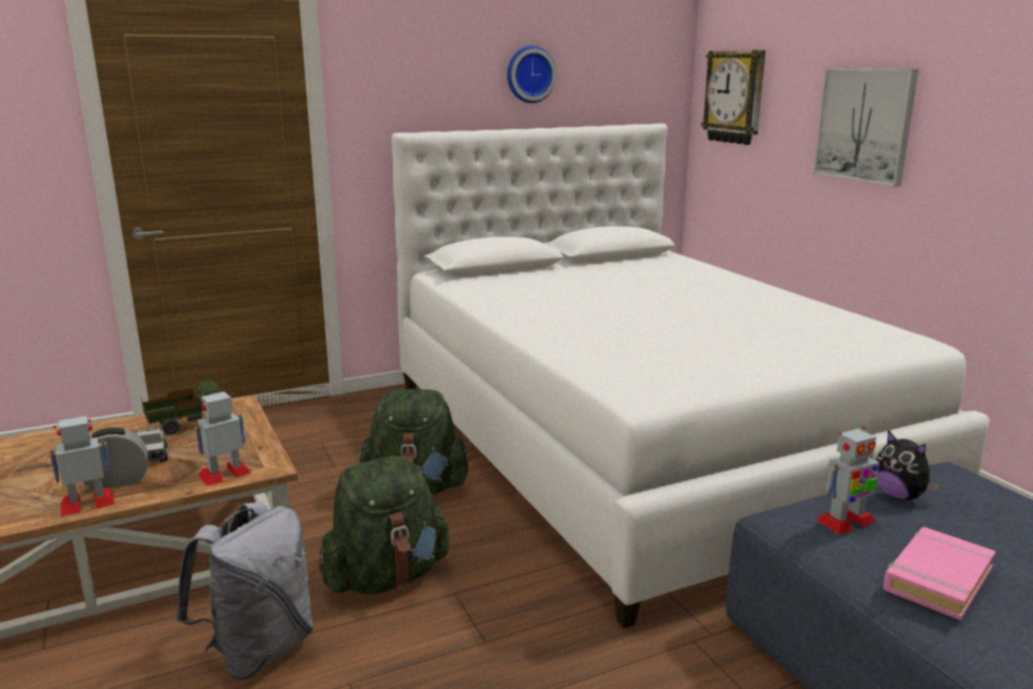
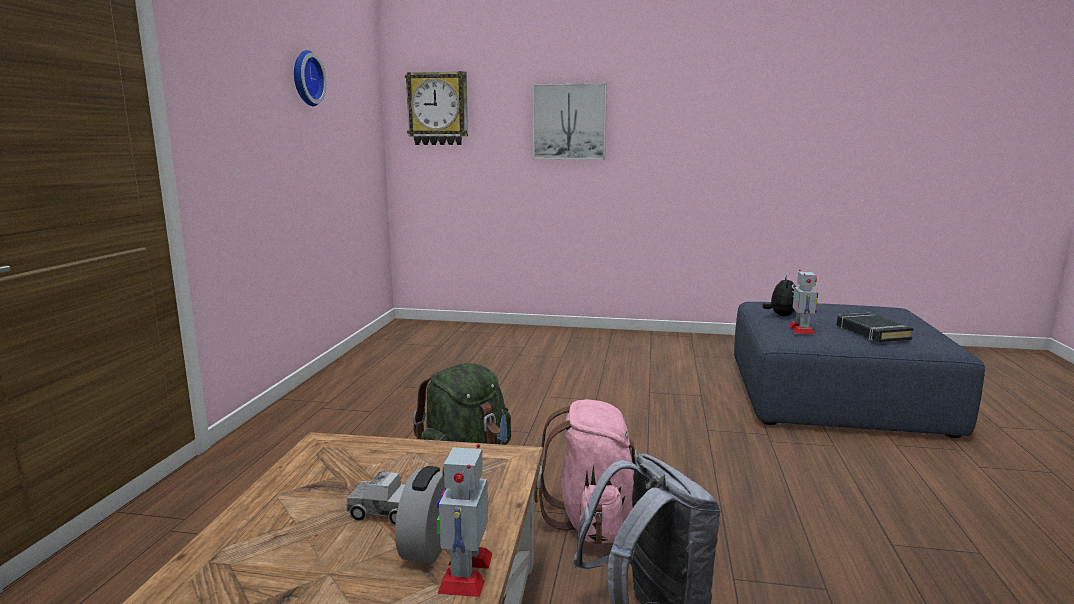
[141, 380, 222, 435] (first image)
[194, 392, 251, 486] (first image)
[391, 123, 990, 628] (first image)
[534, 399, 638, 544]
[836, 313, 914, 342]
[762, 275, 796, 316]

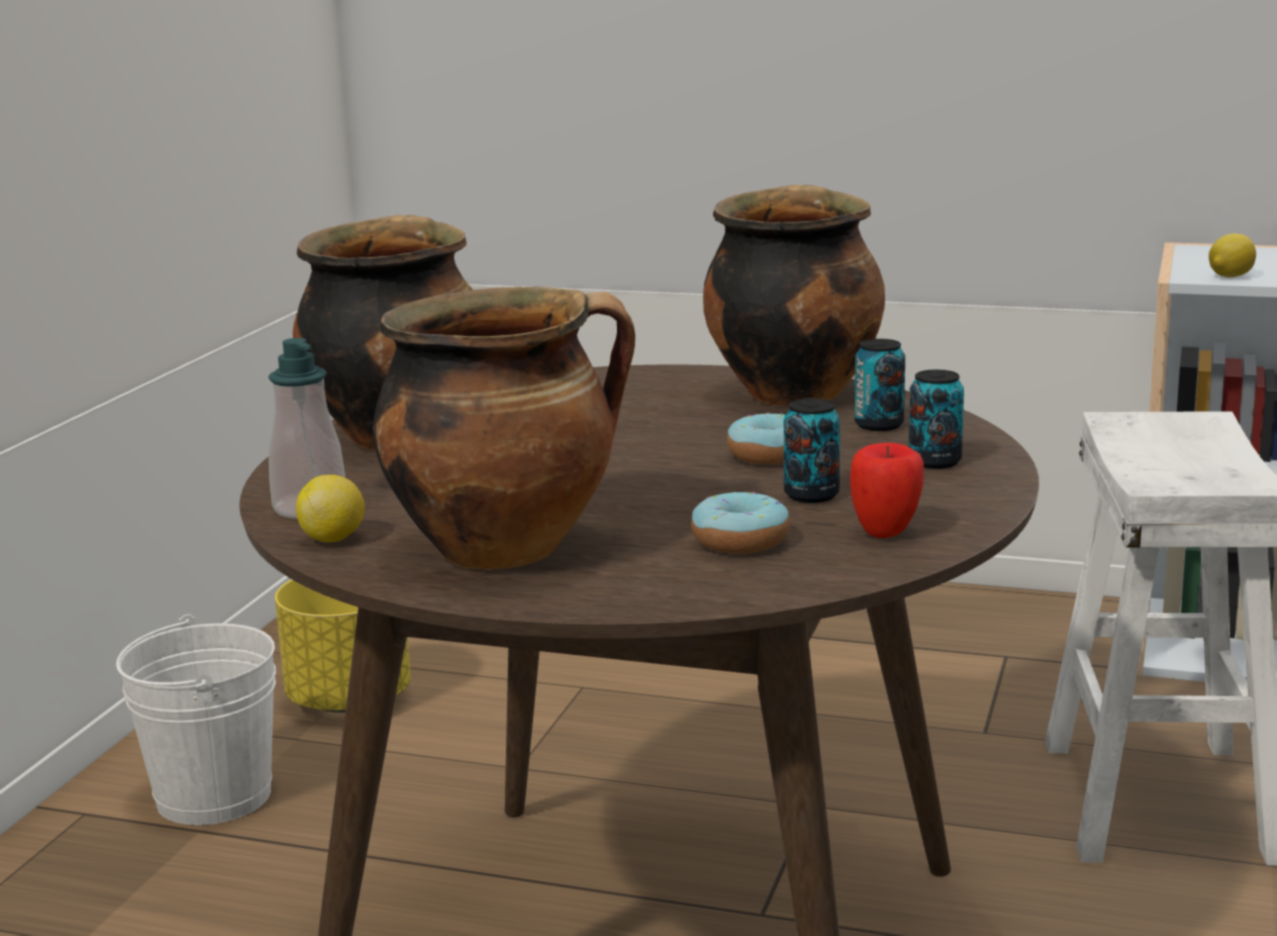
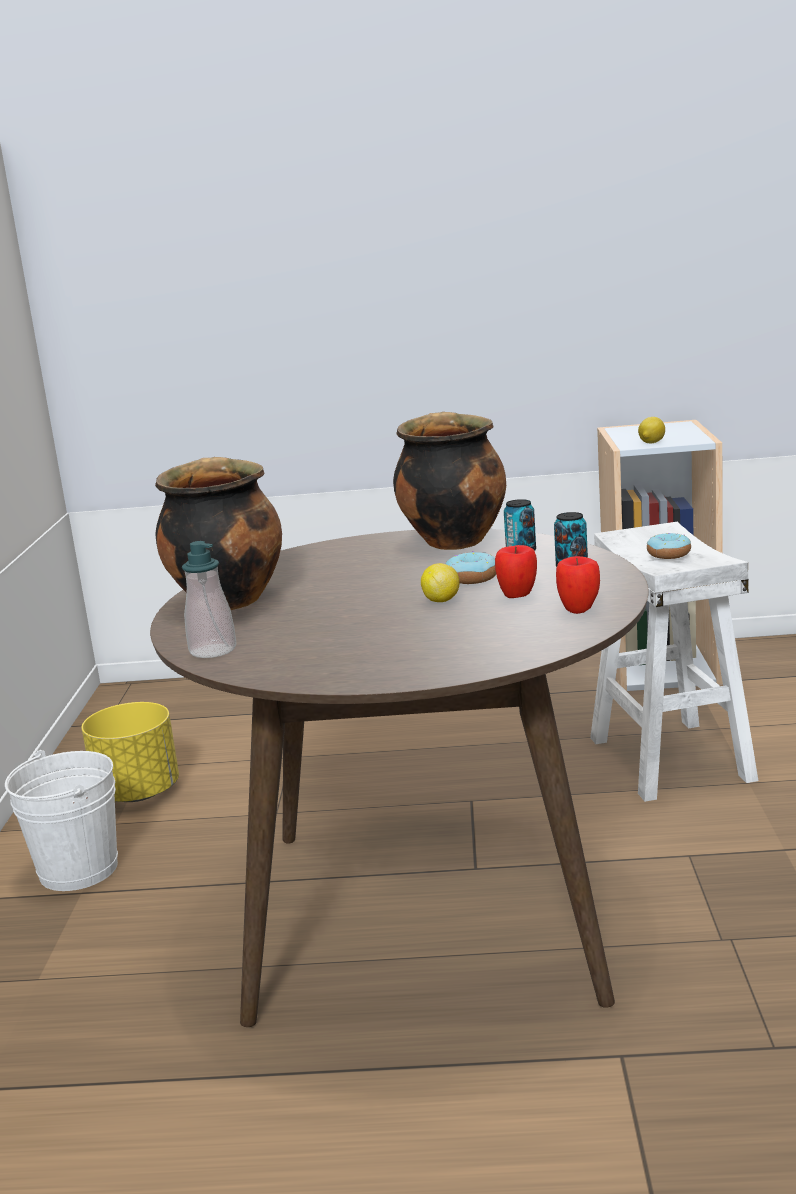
[373, 287, 635, 569] (first image)
[421, 563, 459, 602]
[647, 533, 691, 559]
[495, 545, 537, 598]

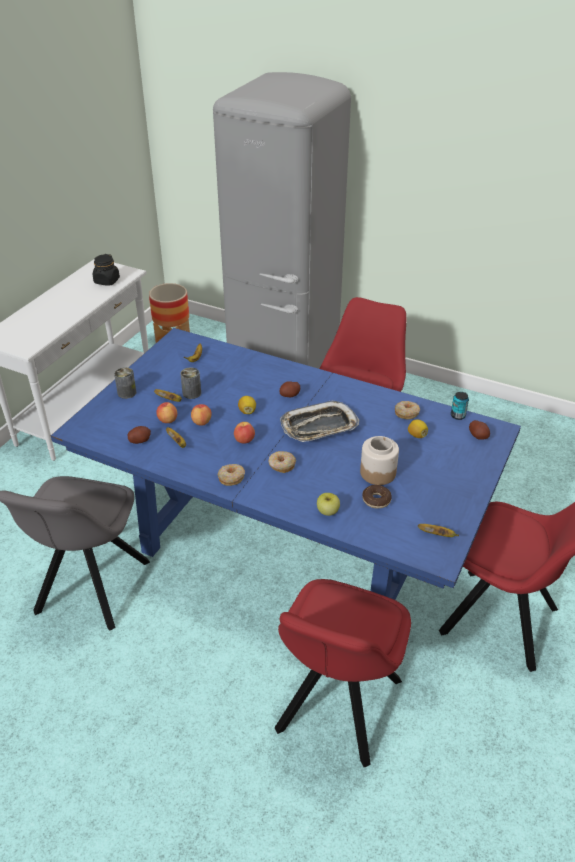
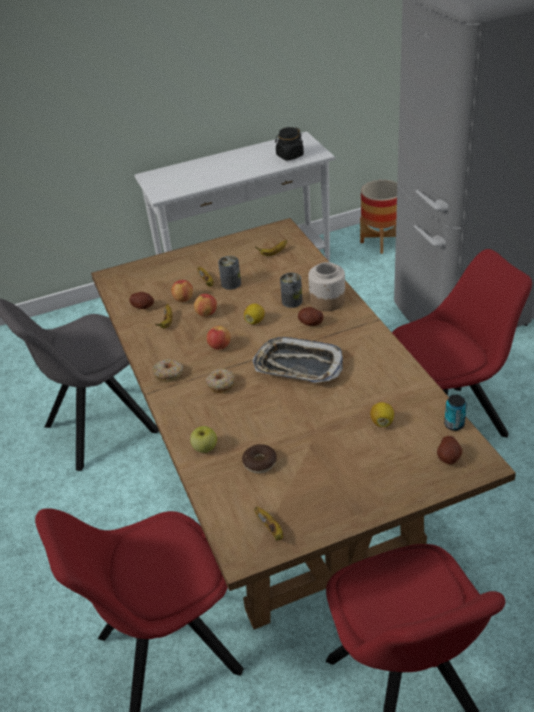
[395, 401, 420, 419] (first image)
[280, 273, 303, 308]
[308, 262, 345, 311]
[91, 218, 516, 630]

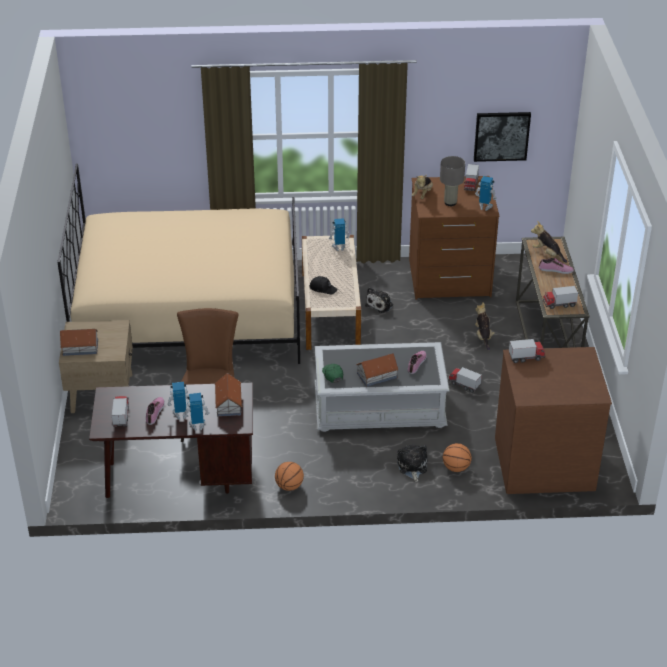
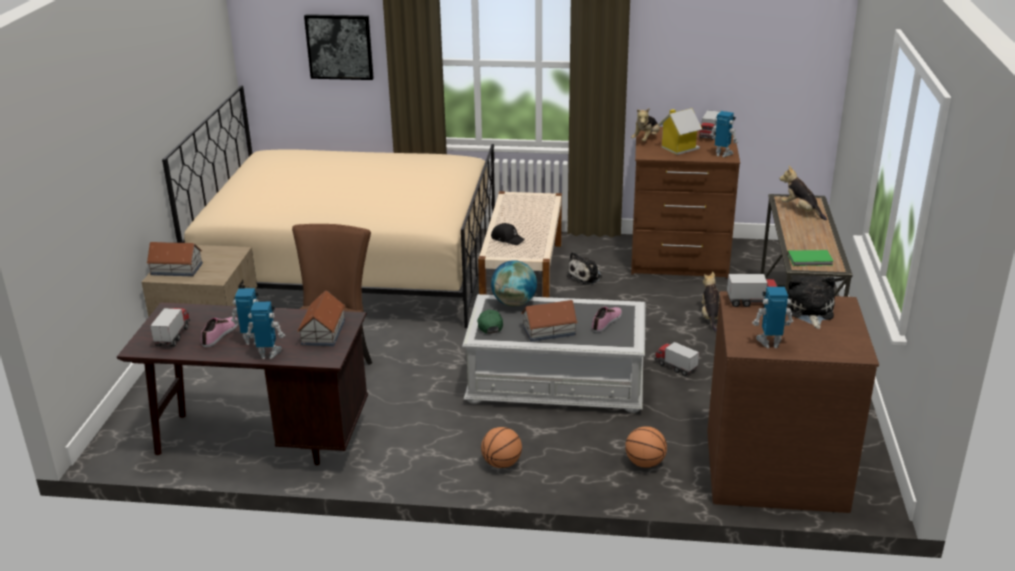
[539, 258, 574, 274] (first image)
[491, 260, 537, 307]
[481, 427, 522, 468]
[752, 287, 794, 348]
[787, 275, 835, 329]
[304, 14, 374, 80]
[658, 108, 702, 155]
[787, 250, 833, 266]

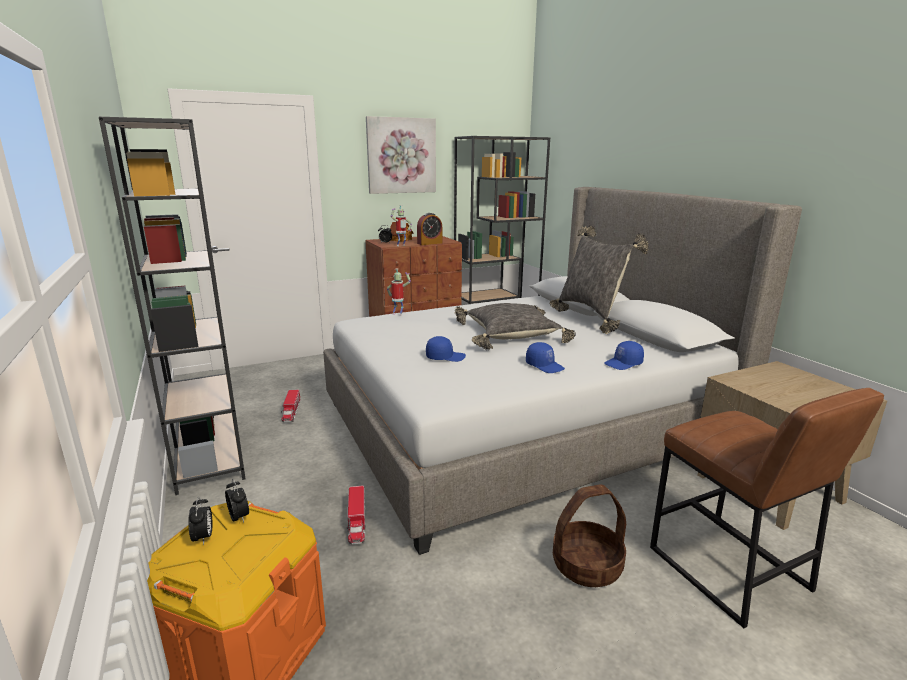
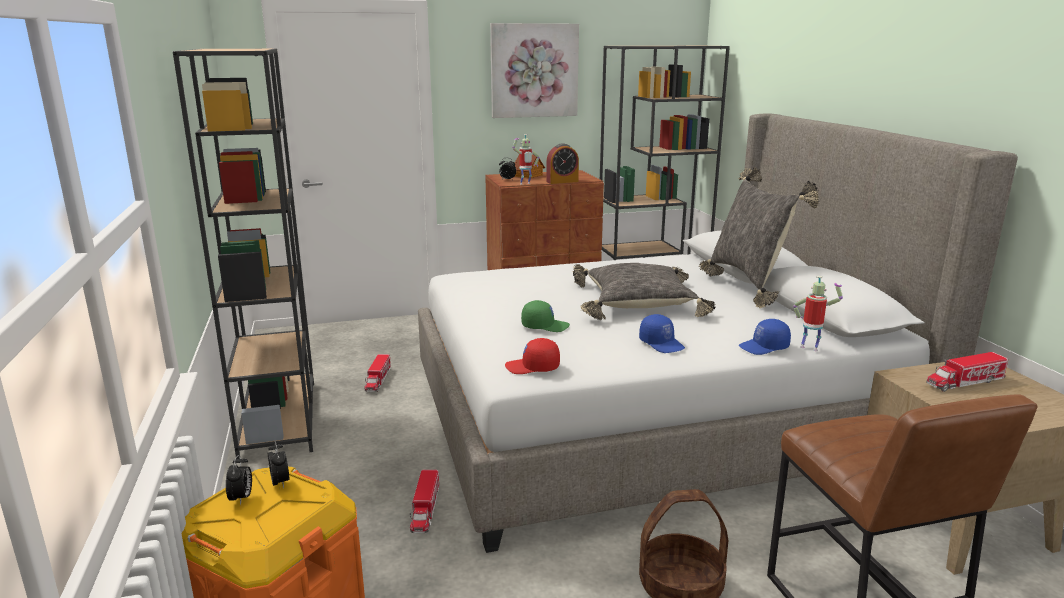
[505, 338, 560, 374]
[926, 352, 1008, 392]
[793, 276, 843, 351]
[521, 300, 570, 332]

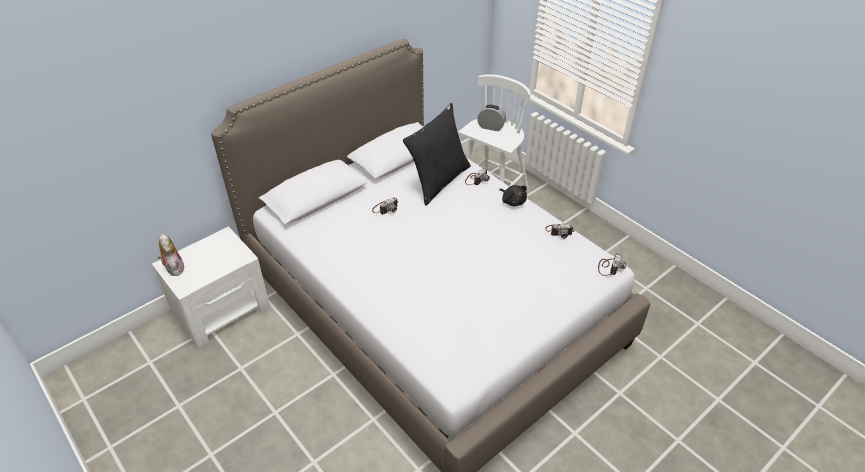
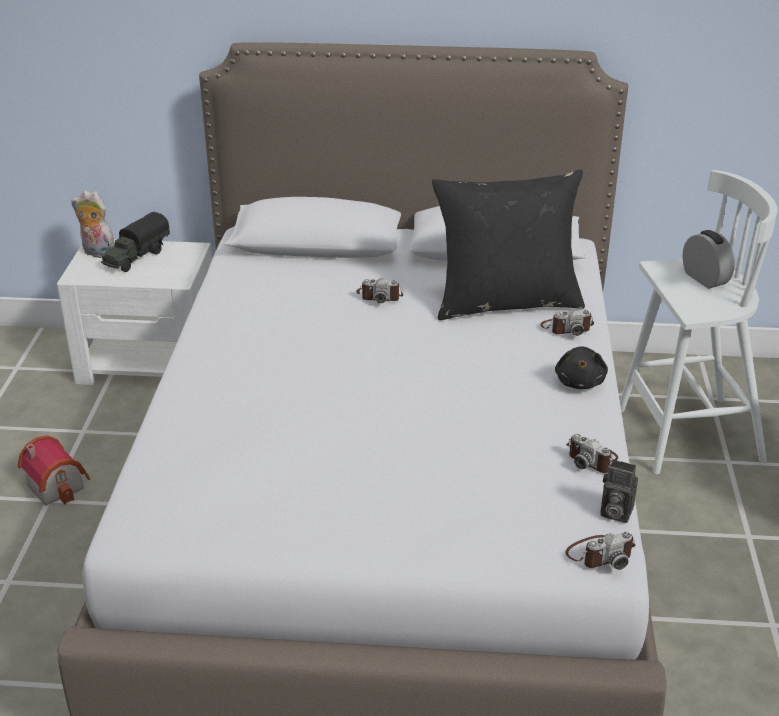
[18, 435, 90, 506]
[101, 212, 170, 272]
[600, 459, 638, 523]
[71, 190, 115, 258]

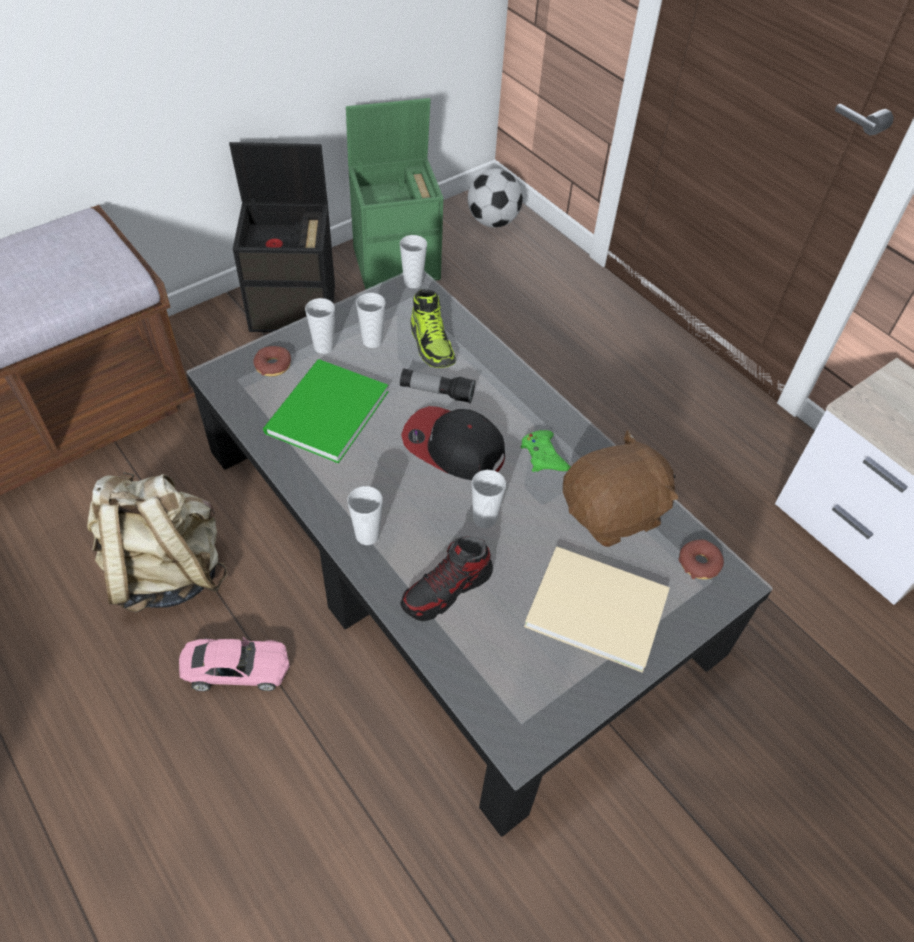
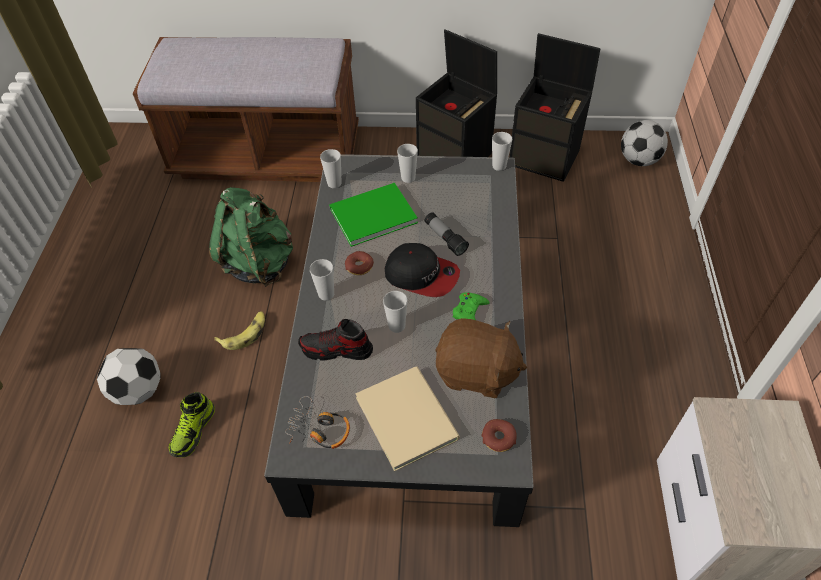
[97, 348, 161, 405]
[285, 396, 350, 449]
[345, 251, 374, 275]
[320, 149, 341, 188]
[169, 392, 215, 457]
[214, 311, 265, 350]
[209, 187, 293, 287]
[509, 33, 600, 182]
[385, 243, 460, 297]

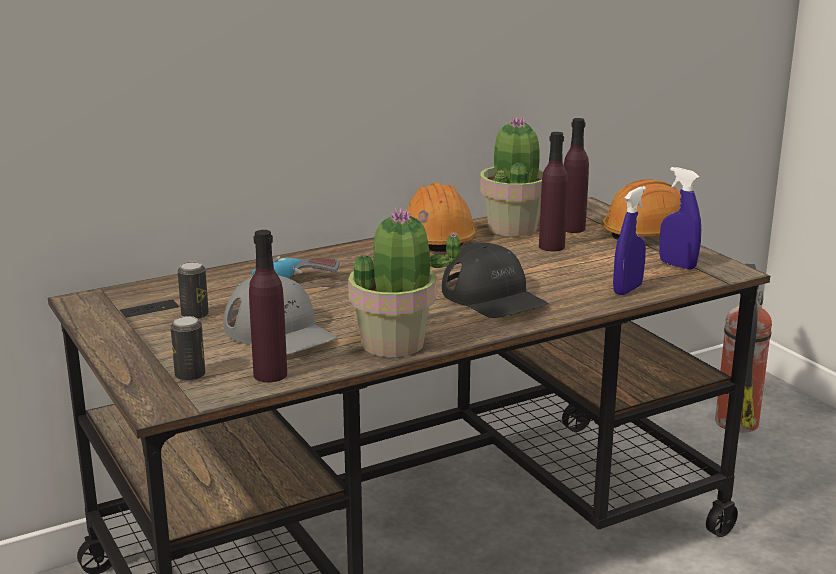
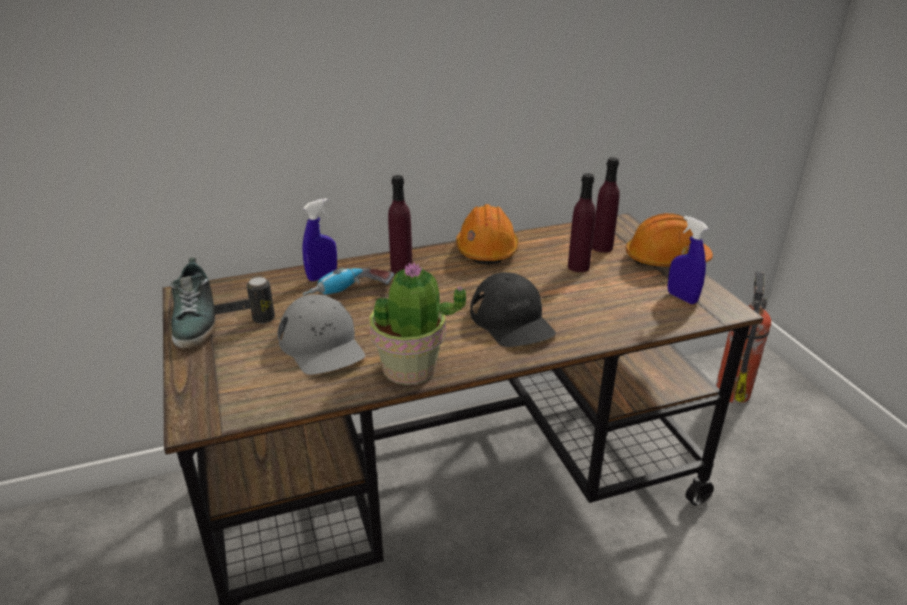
[170, 316, 205, 382] (first image)
[480, 116, 544, 236] (first image)
[170, 258, 216, 348]
[388, 175, 413, 274]
[302, 198, 337, 281]

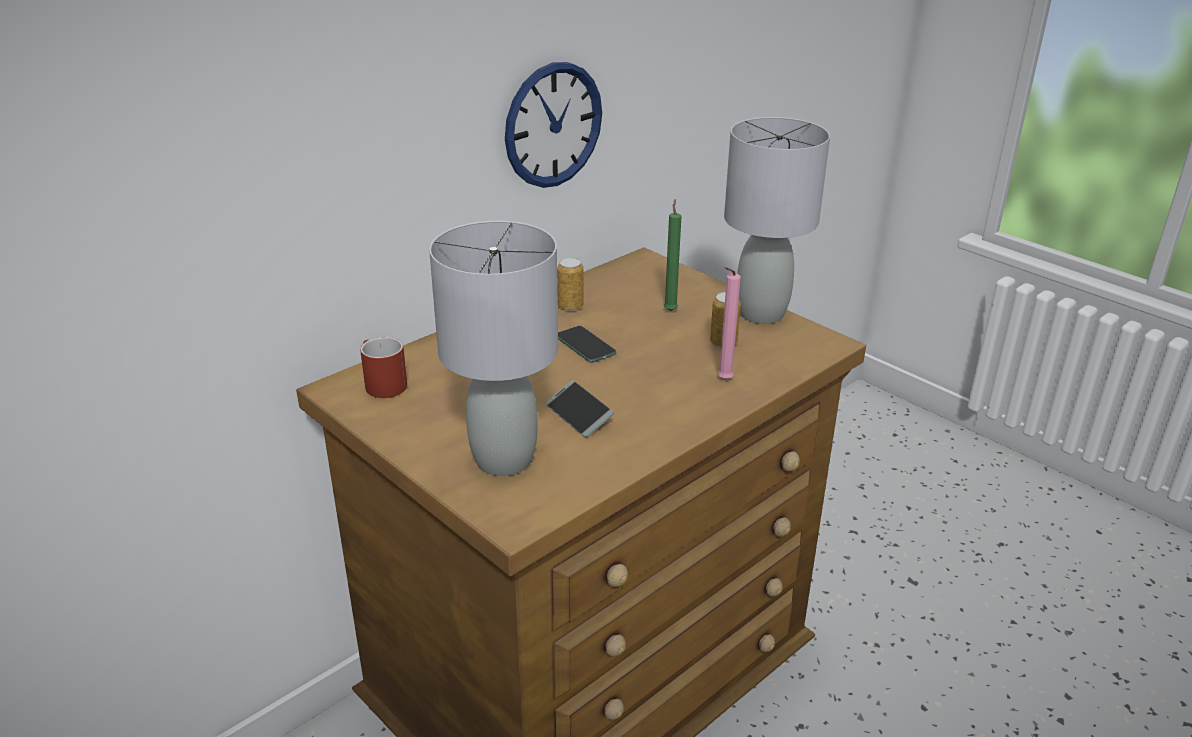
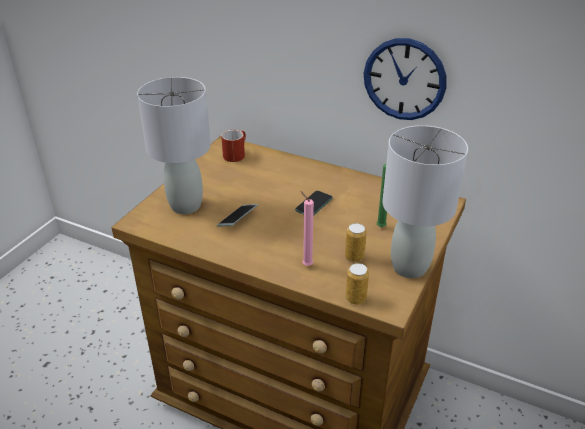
[346, 263, 369, 305]

